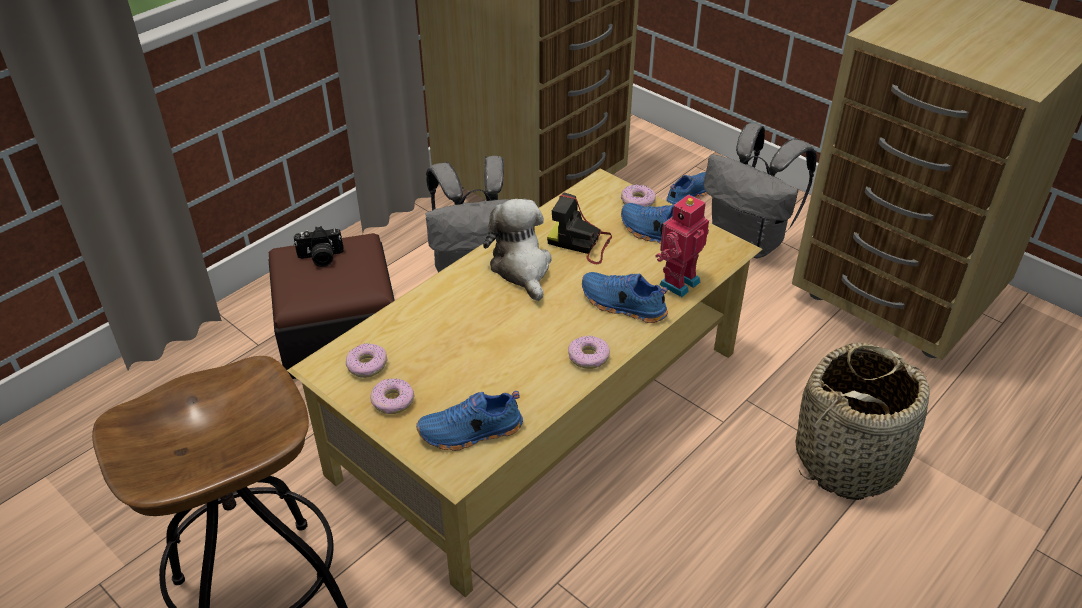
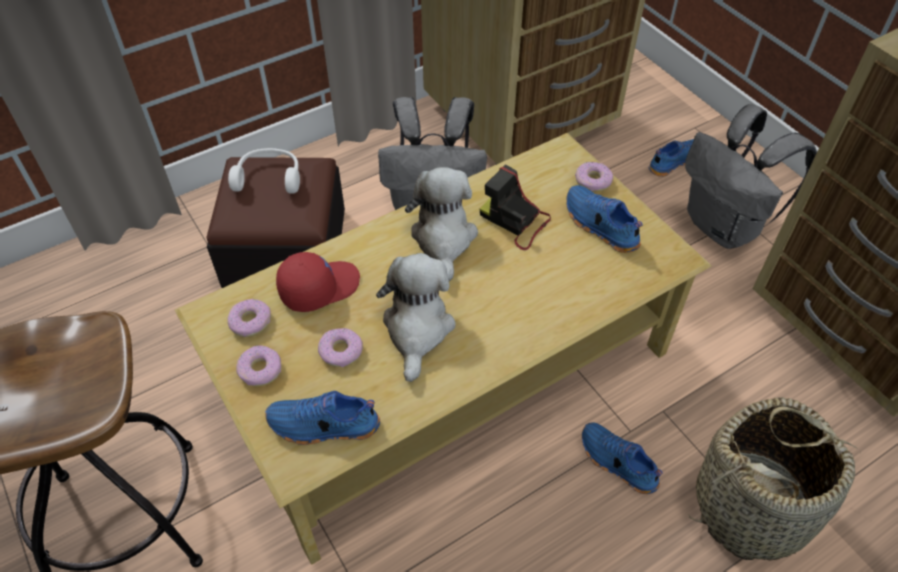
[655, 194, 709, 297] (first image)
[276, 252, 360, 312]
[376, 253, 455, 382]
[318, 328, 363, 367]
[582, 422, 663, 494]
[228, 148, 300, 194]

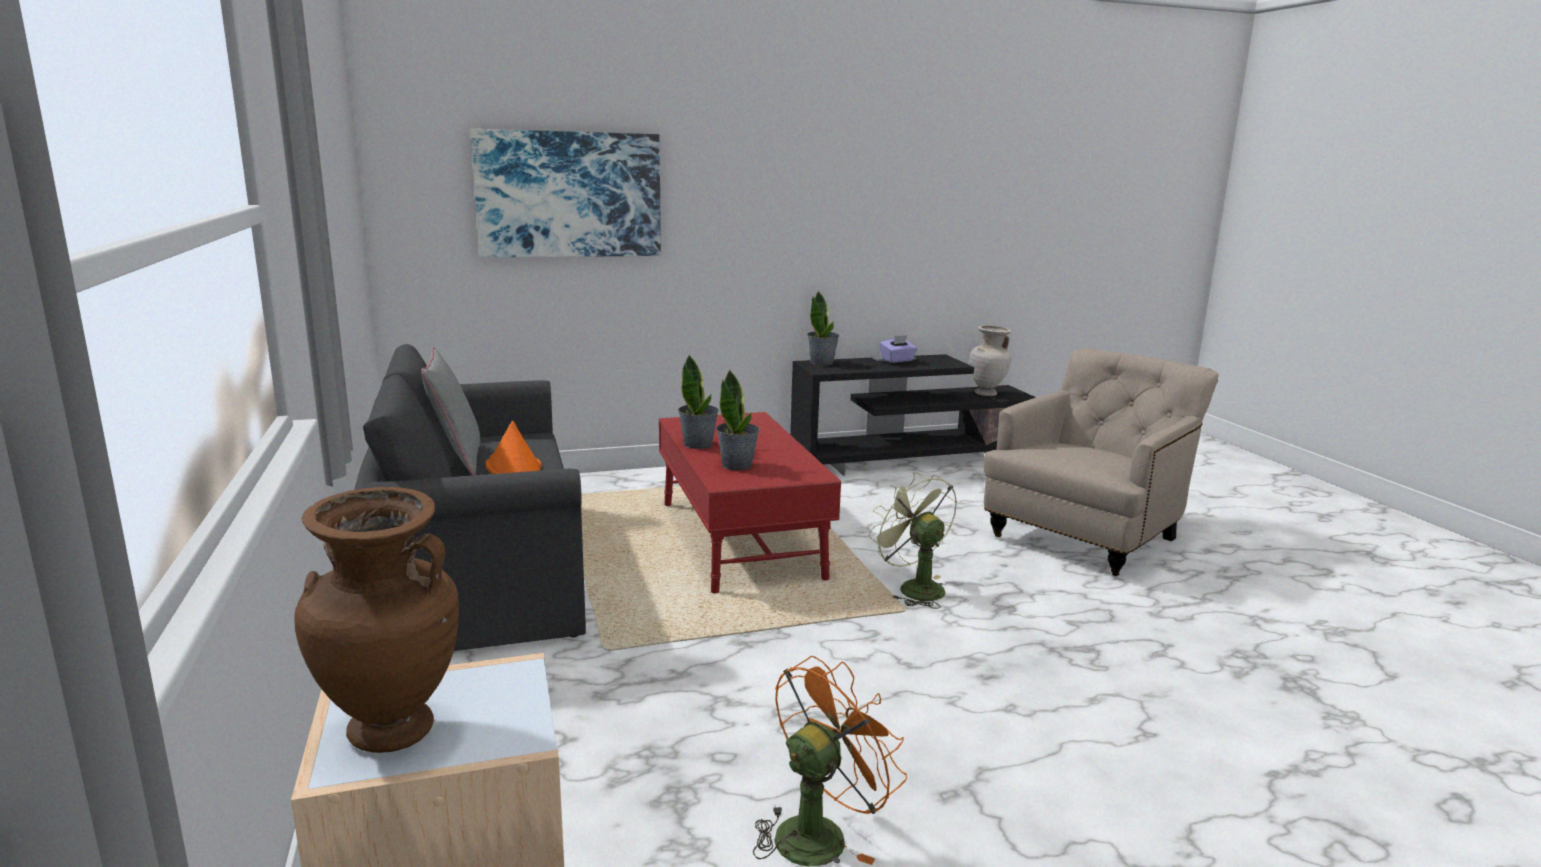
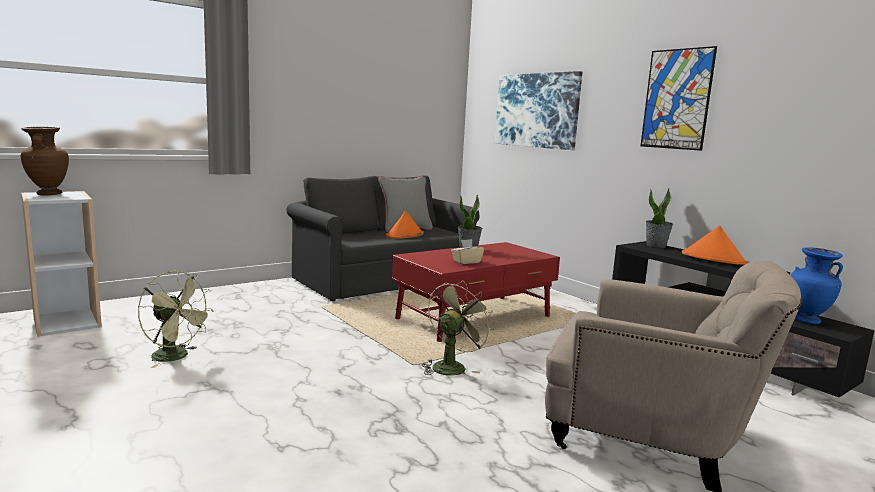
[716, 370, 760, 470] (first image)
[451, 239, 484, 264]
[641, 46, 717, 151]
[682, 226, 747, 265]
[138, 271, 214, 368]
[791, 247, 843, 324]

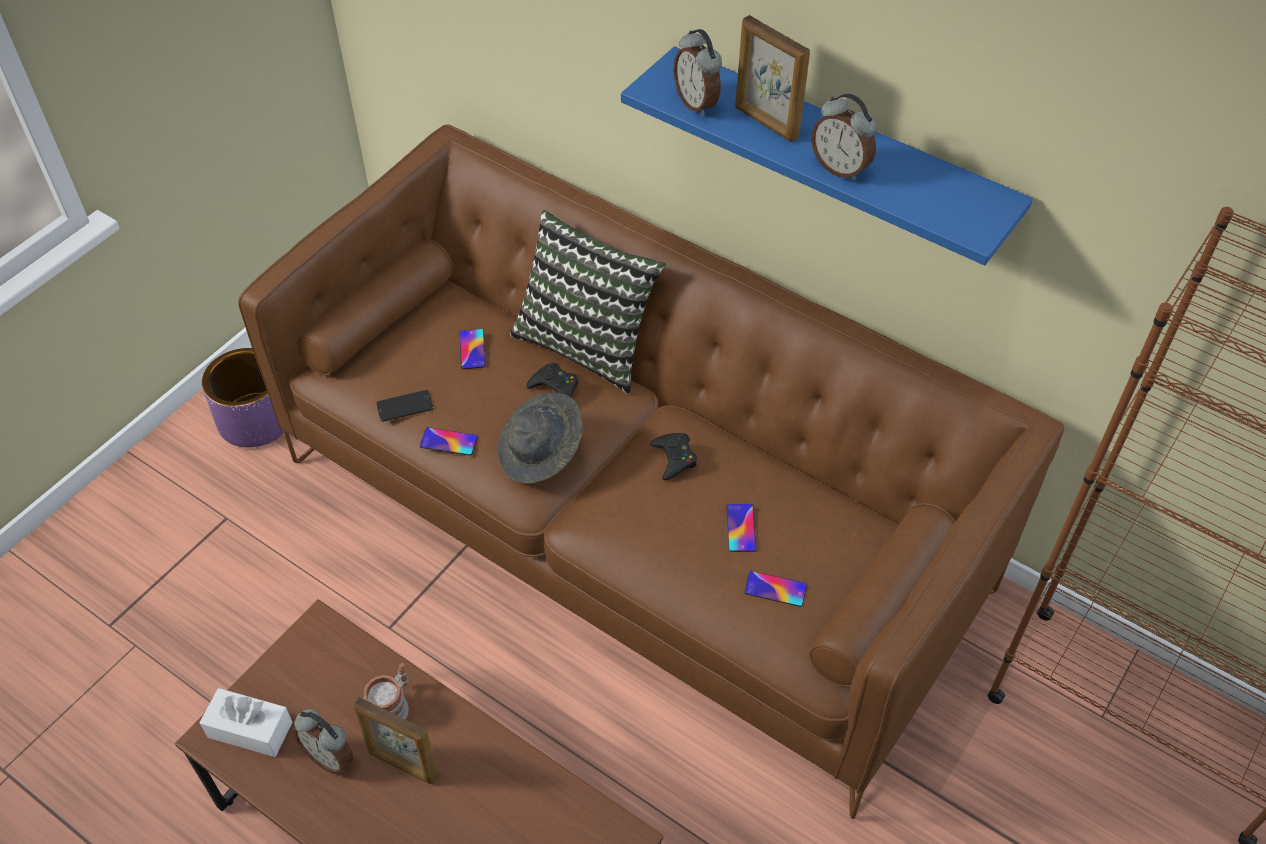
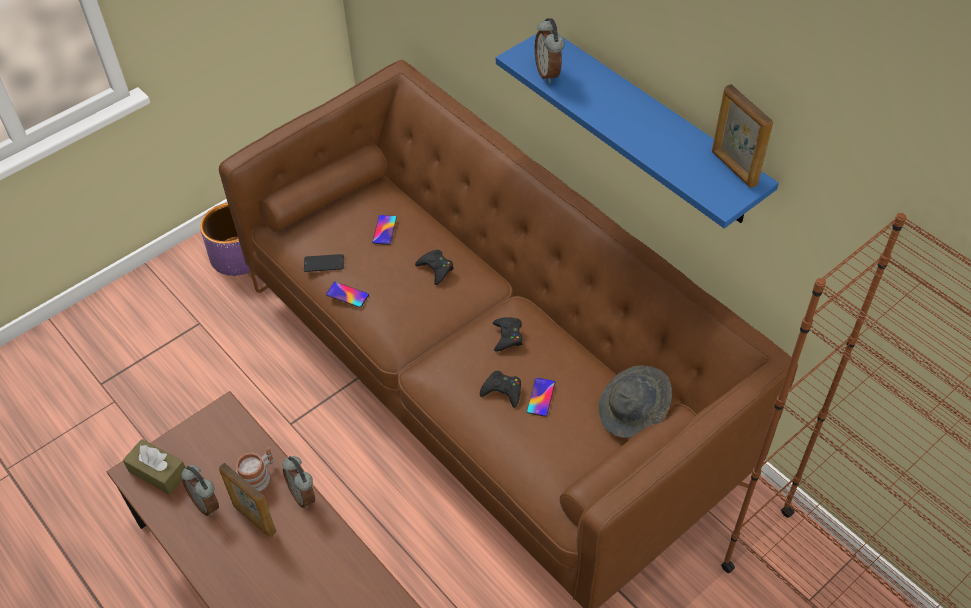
[510, 210, 666, 394] (first image)
[744, 571, 807, 607] (first image)
[480, 371, 521, 408]
[598, 366, 672, 438]
[712, 84, 773, 188]
[283, 456, 315, 508]
[123, 439, 186, 495]

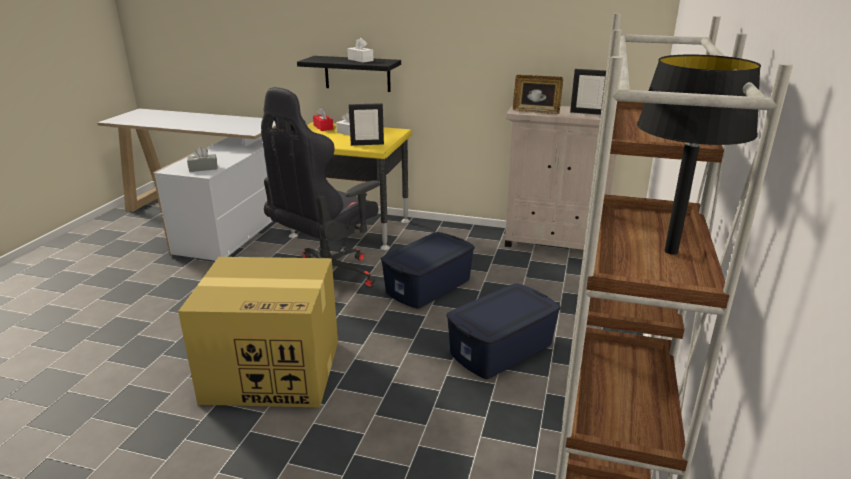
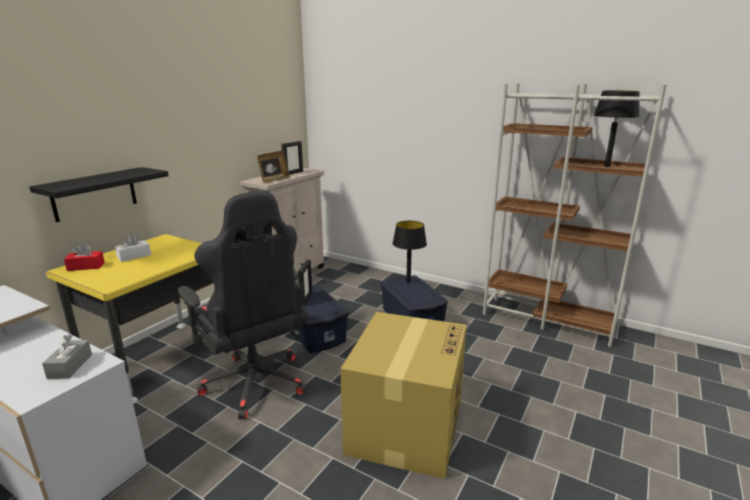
[347, 38, 374, 63] (first image)
[392, 221, 427, 283]
[298, 260, 312, 306]

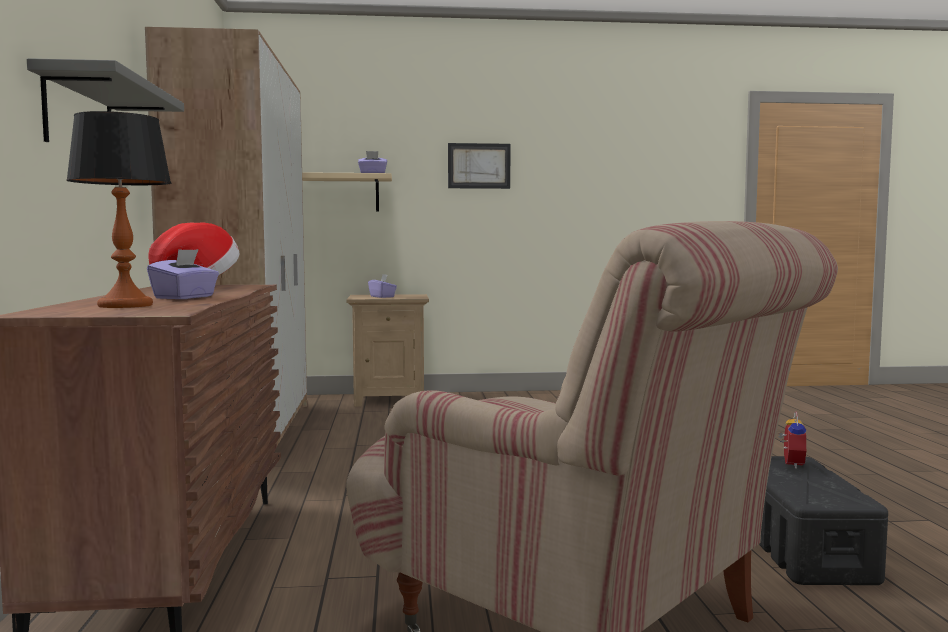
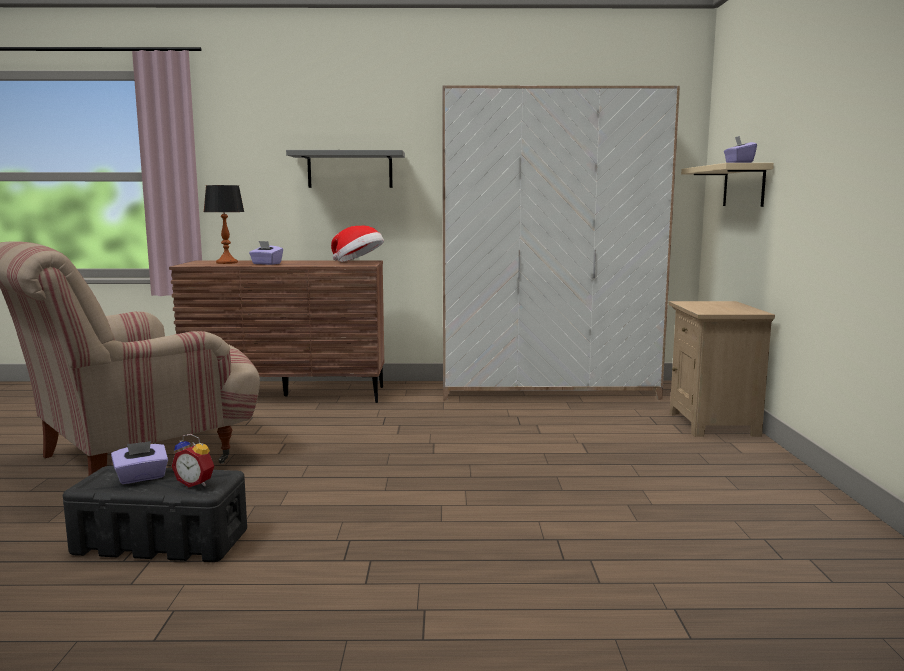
[448, 143, 510, 189] (first image)
[111, 441, 168, 484]

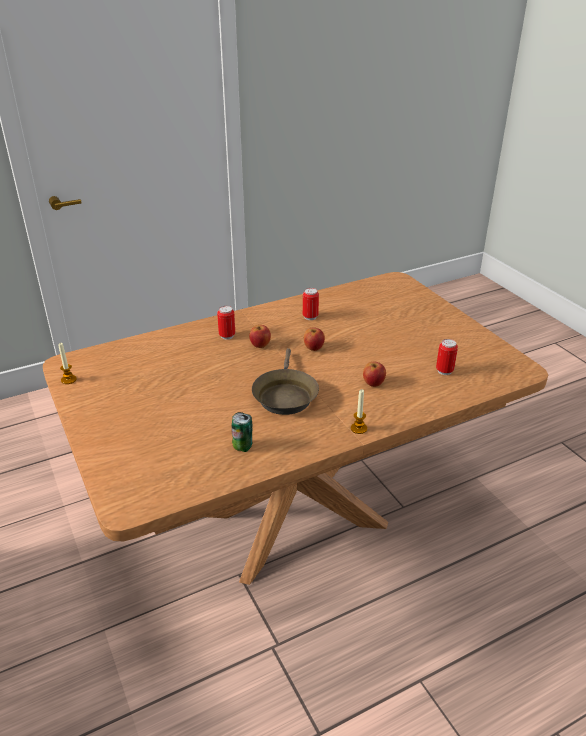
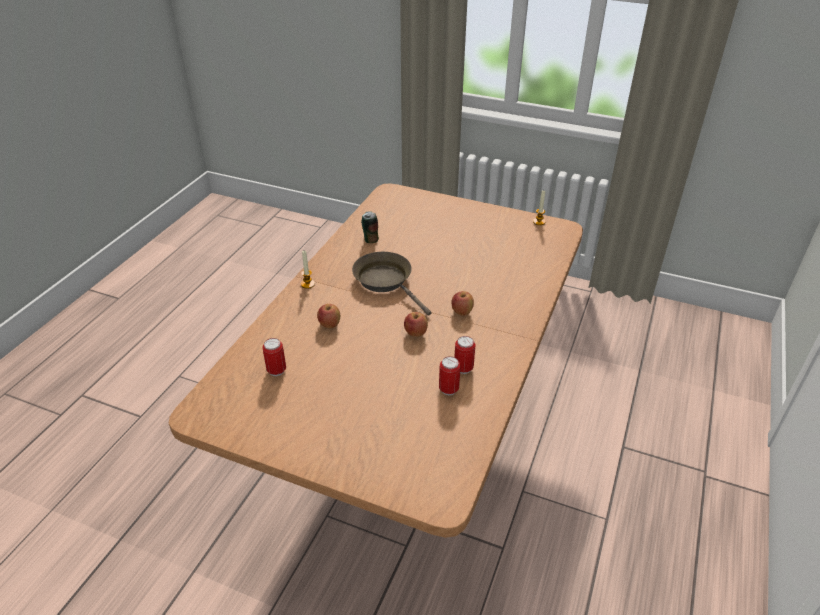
[439, 356, 461, 395]

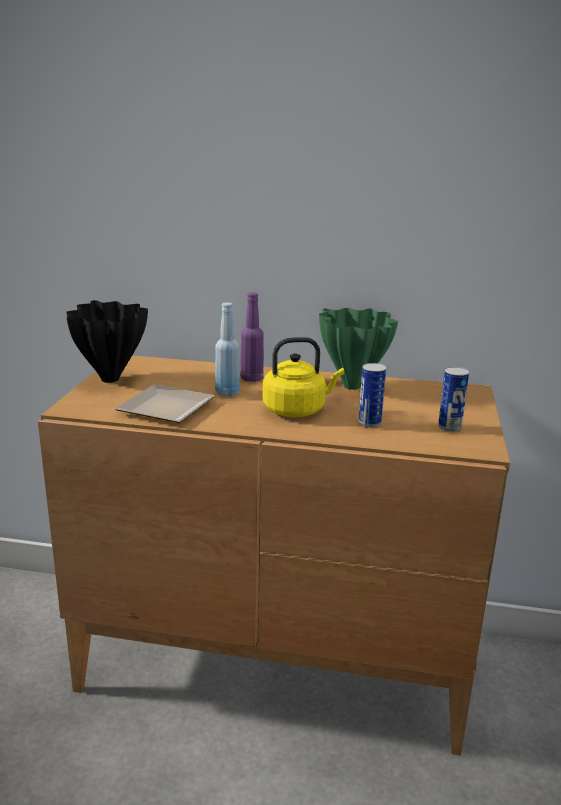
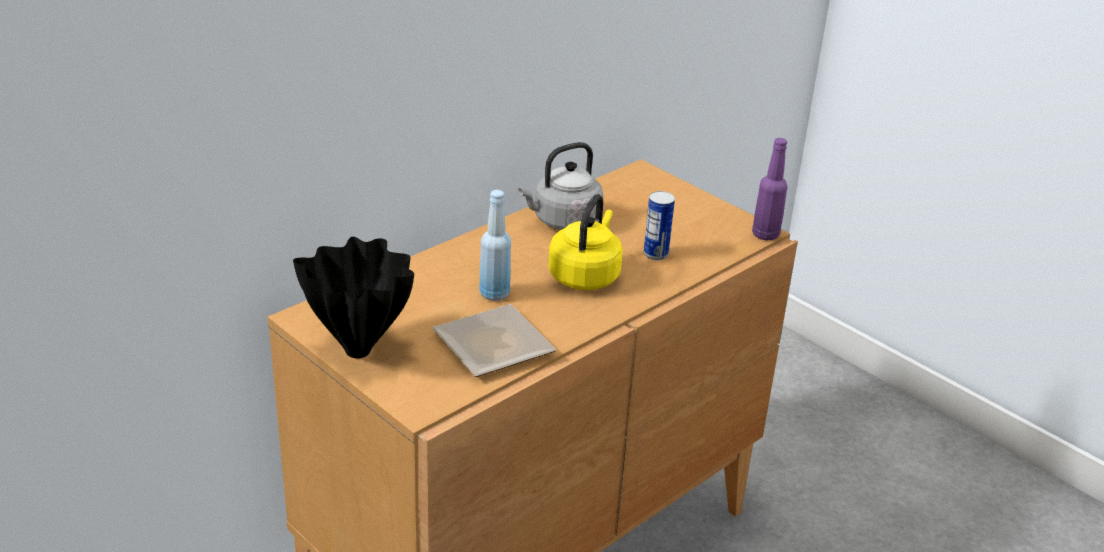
[438, 367, 469, 432] (first image)
[752, 138, 788, 240]
[518, 142, 603, 230]

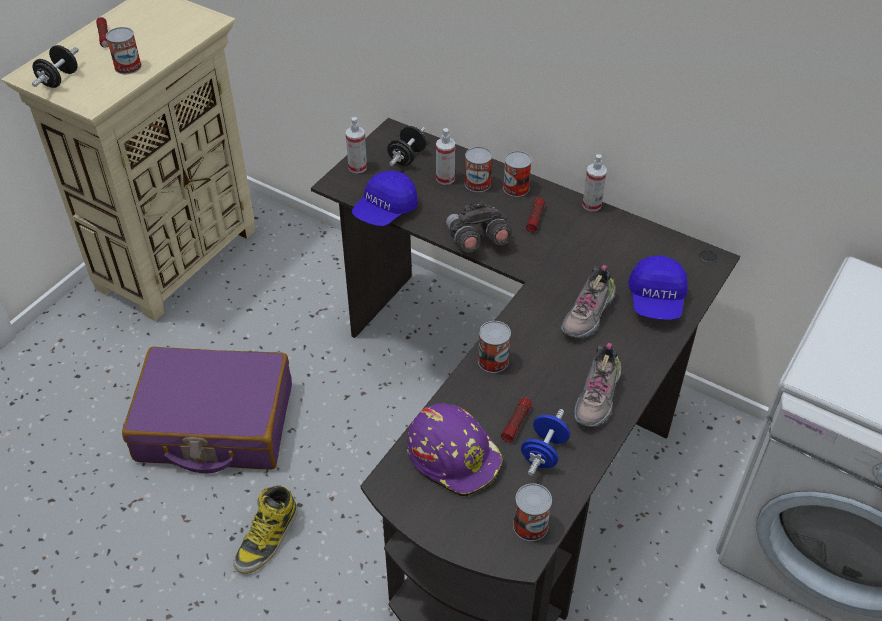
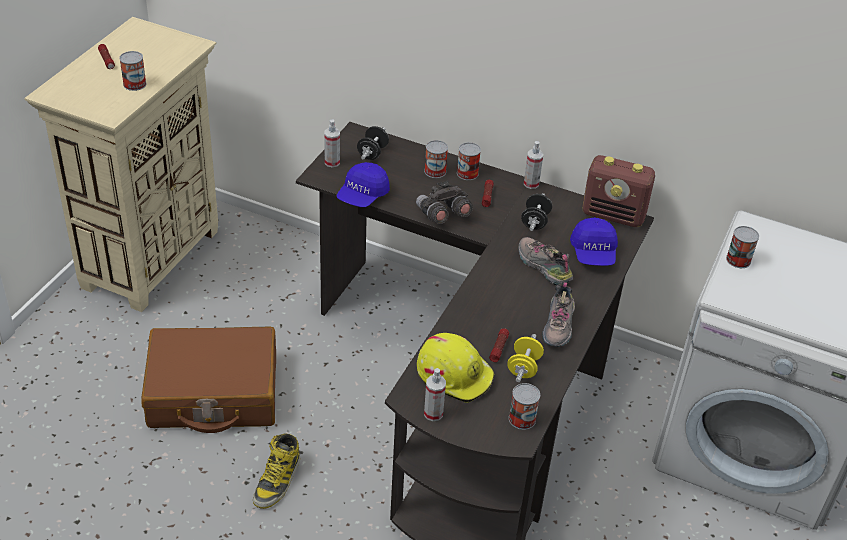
[582, 155, 655, 227]
[521, 193, 552, 231]
[424, 368, 446, 421]
[726, 226, 759, 268]
[141, 326, 276, 433]
[417, 333, 494, 403]
[507, 334, 544, 382]
[518, 237, 573, 285]

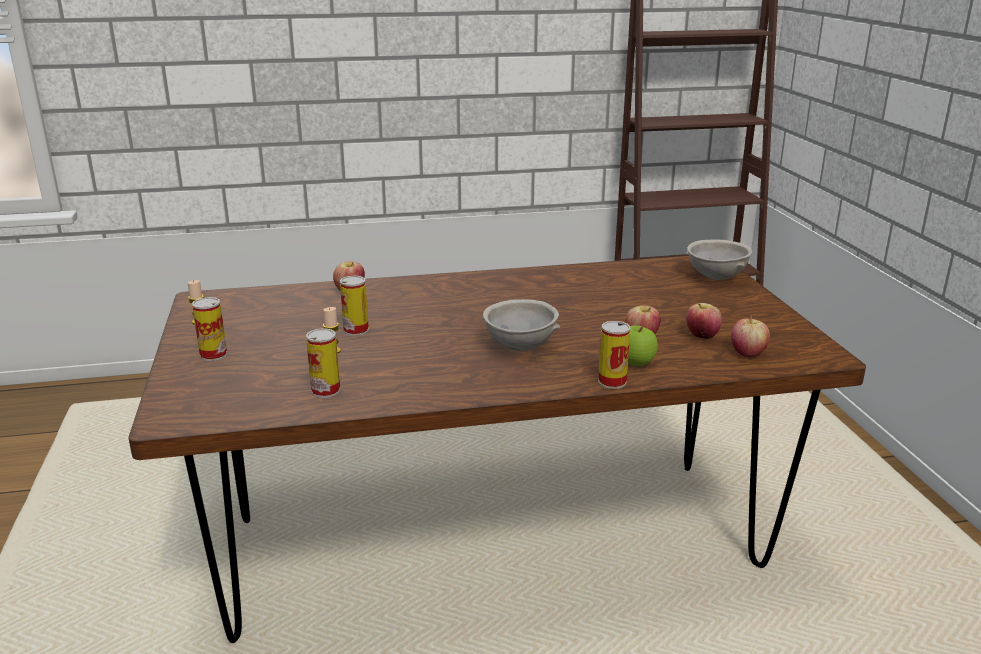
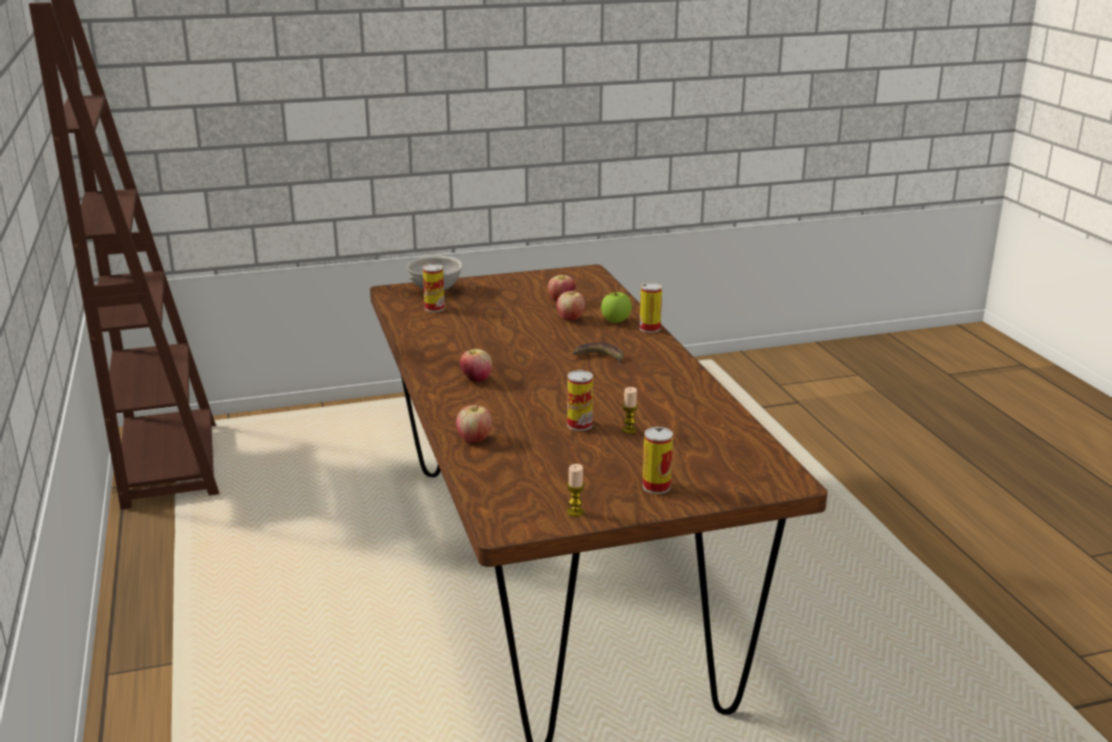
[423, 264, 445, 312]
[460, 349, 492, 382]
[573, 342, 623, 366]

